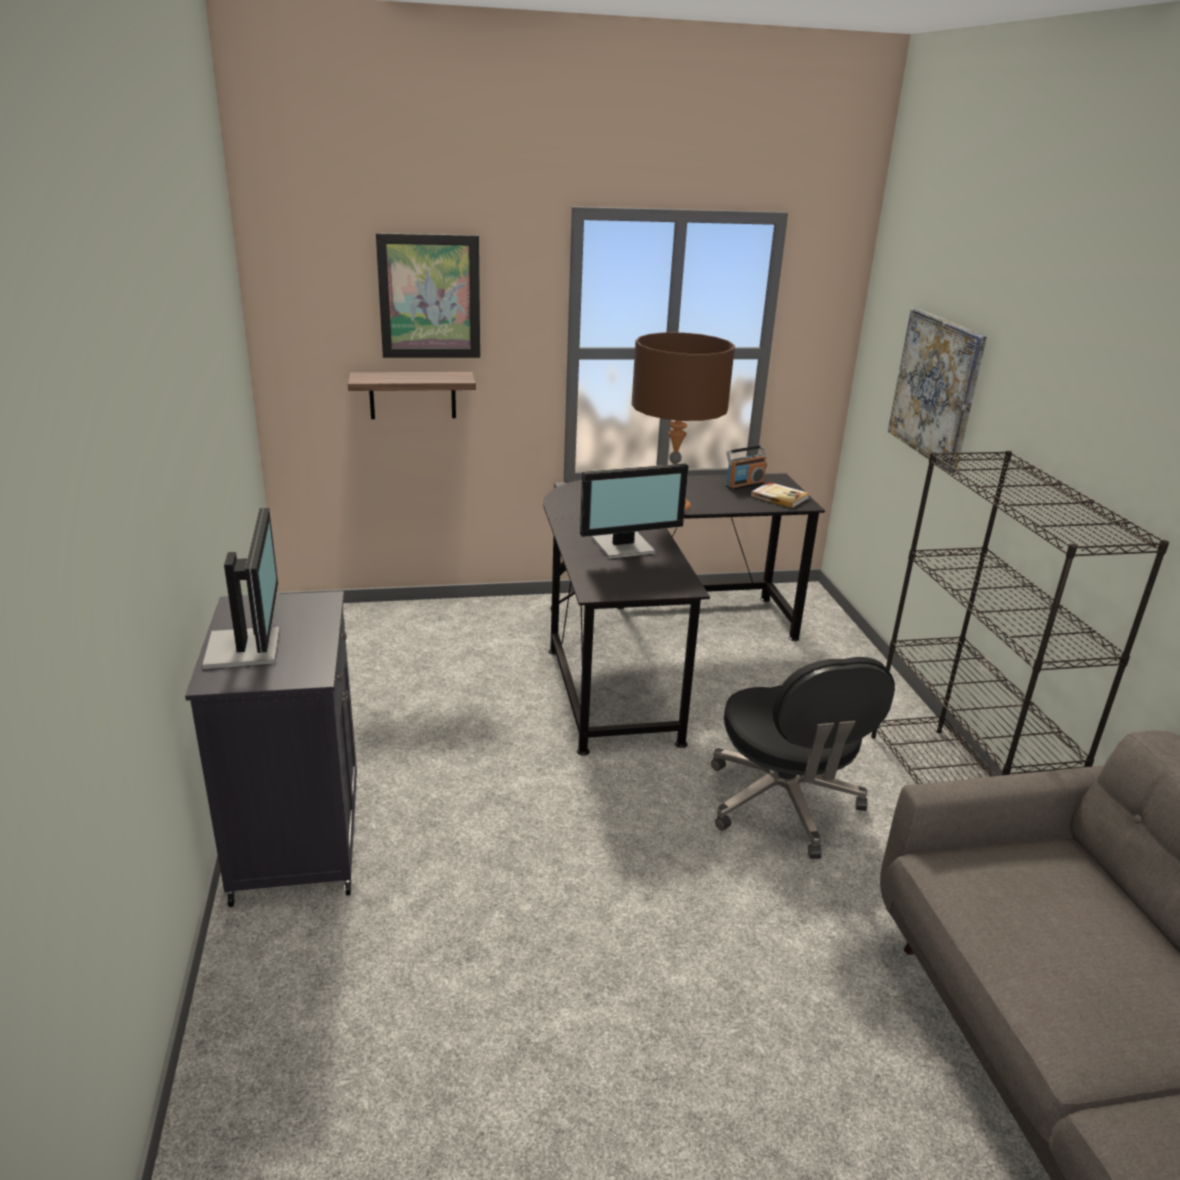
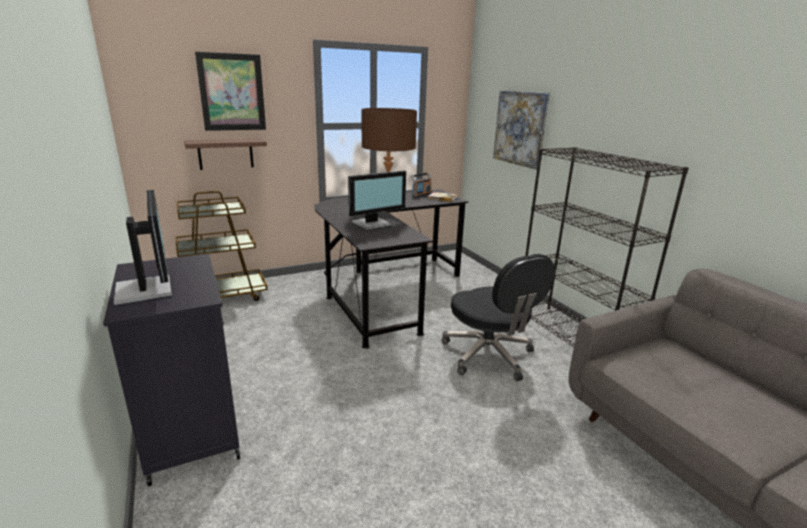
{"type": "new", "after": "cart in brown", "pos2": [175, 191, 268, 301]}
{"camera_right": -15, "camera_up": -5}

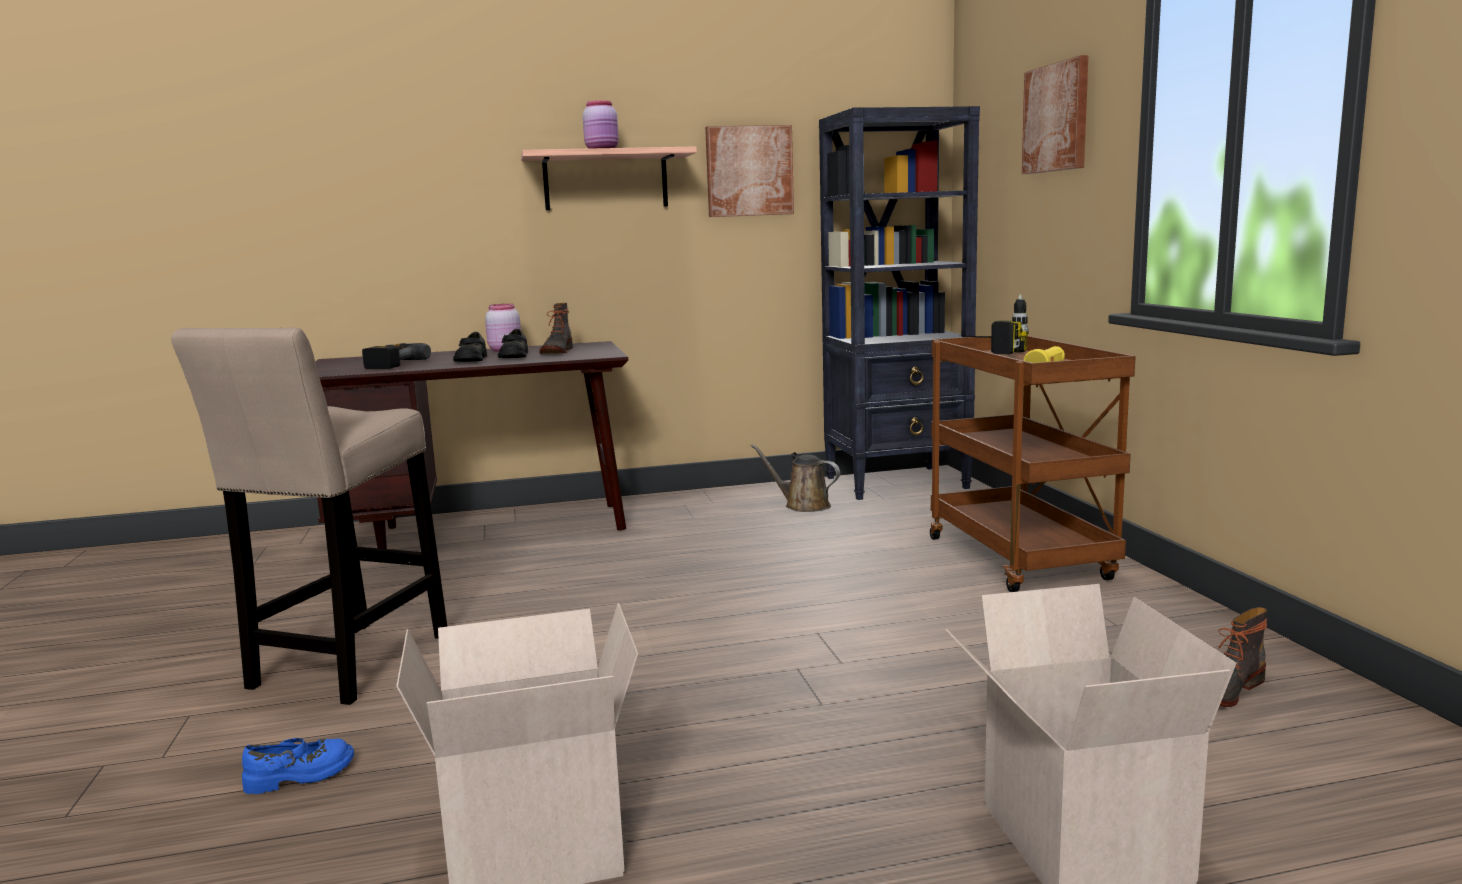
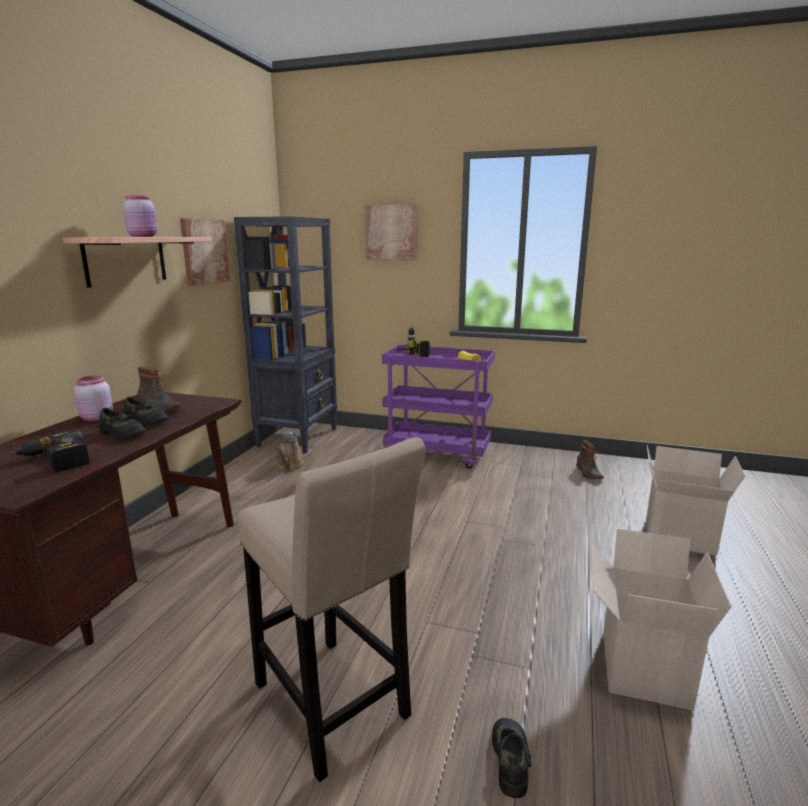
{"type": "repainted", "before": "shoe in blue", "after": "shoe in black", "pos1": [242, 738, 354, 794], "pos2": [492, 718, 531, 798]}
{"type": "rotated", "before": "watering can in brown", "pos1": [751, 444, 840, 512], "pos2": [275, 432, 304, 471], "turn": -60}
{"type": "repainted", "before": "cart in brown", "after": "cart in purple", "pos1": [930, 335, 1136, 592], "pos2": [382, 345, 495, 469]}
{"camera_right": -60, "camera_up": 5}

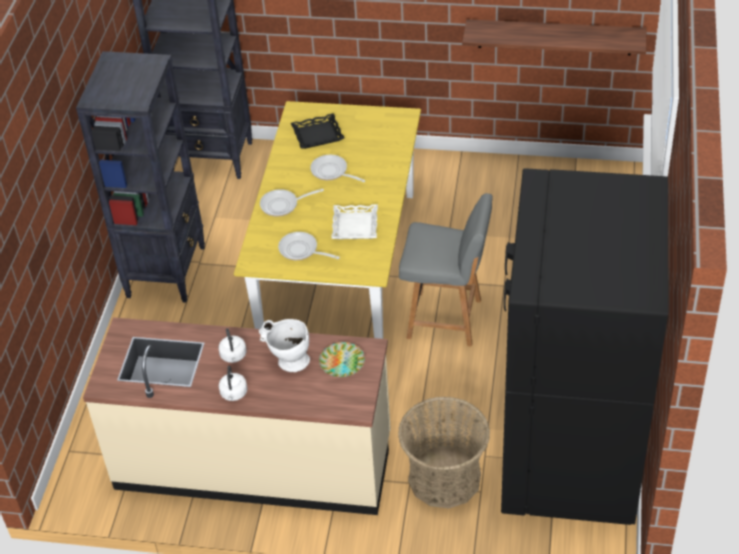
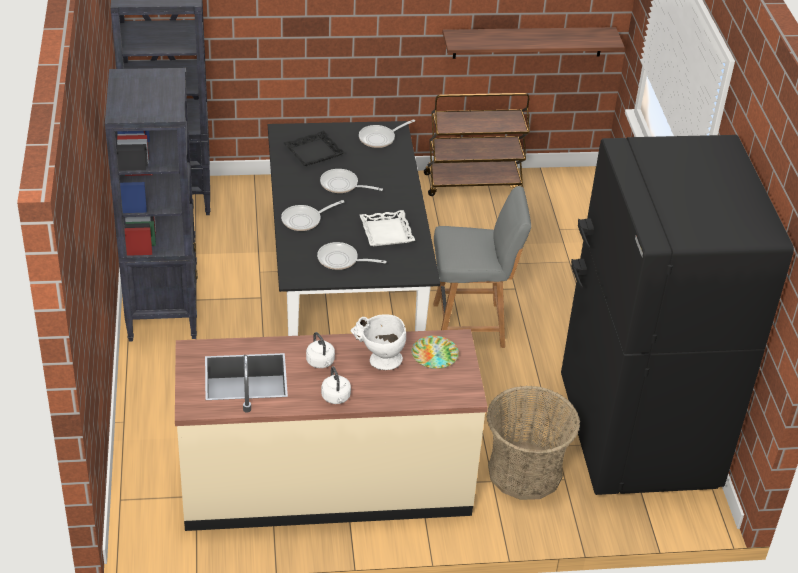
{"type": "repainted", "before": "dining table in yellow", "after": "dining table in black", "pos1": [234, 101, 421, 339], "pos2": [268, 121, 440, 336]}
{"type": "new", "after": "frying pan", "pos2": [359, 119, 415, 148]}
{"type": "new", "after": "cart in brown", "pos2": [424, 93, 530, 196]}
{"camera_right": -20, "camera_up": -5}

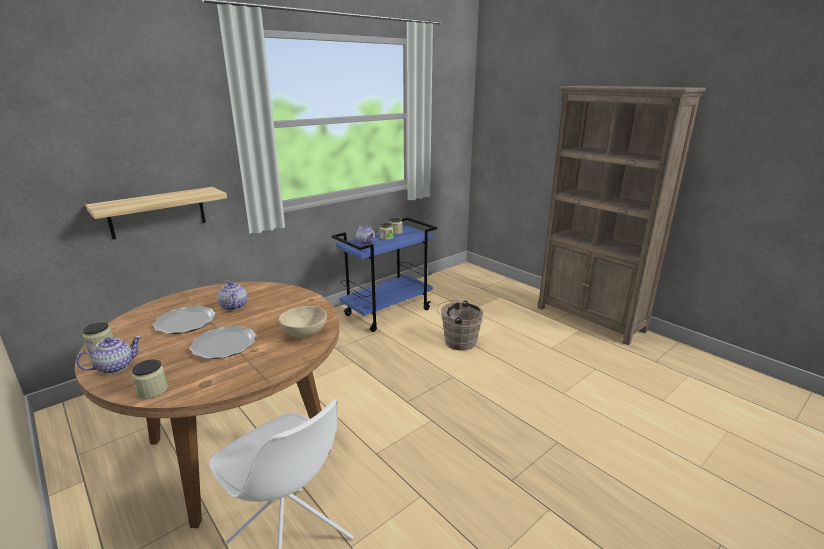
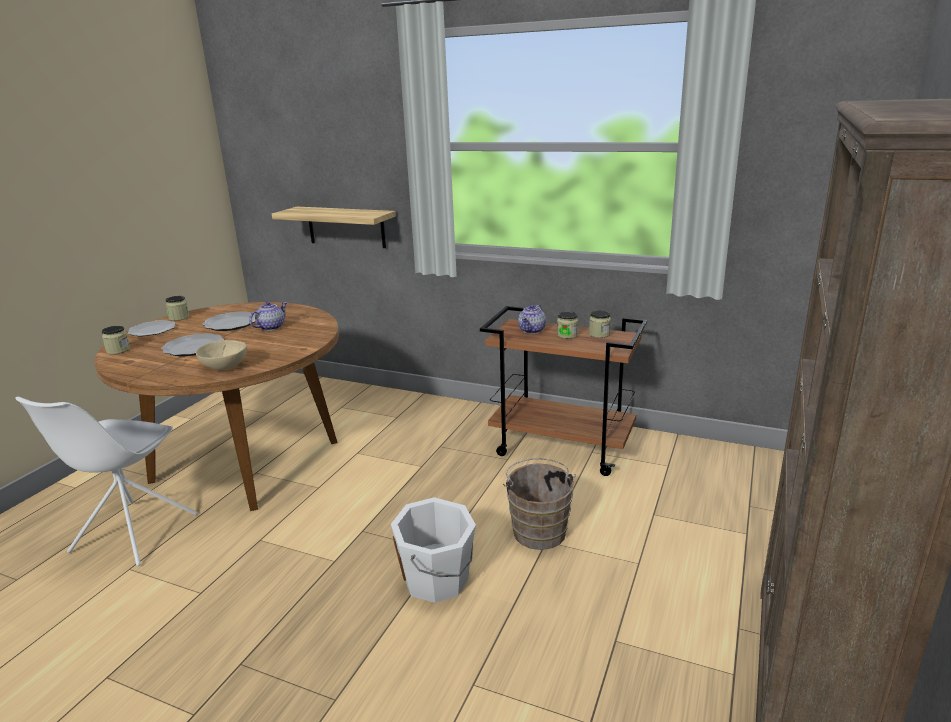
{"type": "swapped", "before": "teapot", "after": "plate", "pos1": [76, 336, 142, 374], "pos2": [128, 320, 175, 337]}
{"type": "repainted", "before": "cart in blue", "after": "cart in brown", "pos1": [332, 217, 437, 332], "pos2": [480, 306, 647, 476]}
{"type": "new", "after": "bucket in white", "pos2": [391, 497, 476, 603]}
{"camera_right": 65, "camera_up": 0}

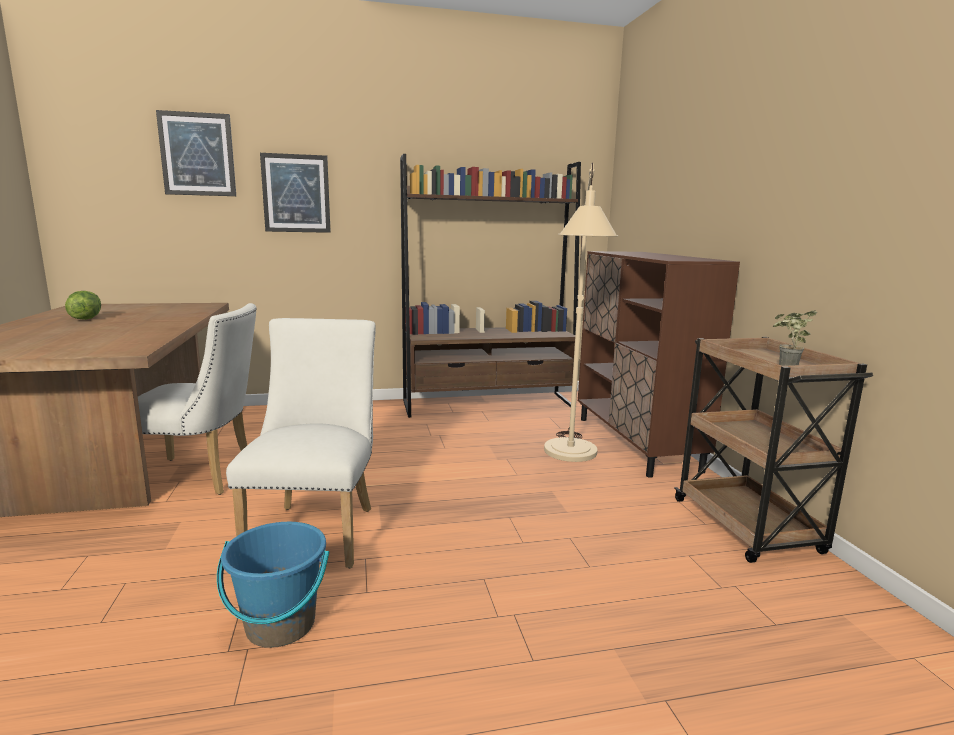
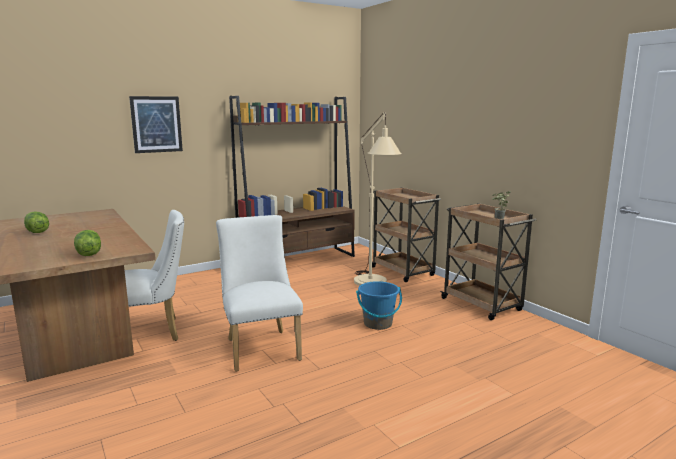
{"type": "gone", "before": "picture", "pos1": [156, 110, 236, 196]}
{"type": "shifted", "before": "bucket in blue", "pos1": [217, 522, 329, 648], "pos2": [356, 281, 402, 330]}
{"type": "swapped", "before": "cabinet in brown", "after": "cart in brown", "pos1": [578, 251, 740, 478], "pos2": [372, 187, 441, 282]}
{"type": "new", "after": "lettuce", "pos2": [74, 230, 101, 256]}
{"camera_right": -20, "camera_up": 0}

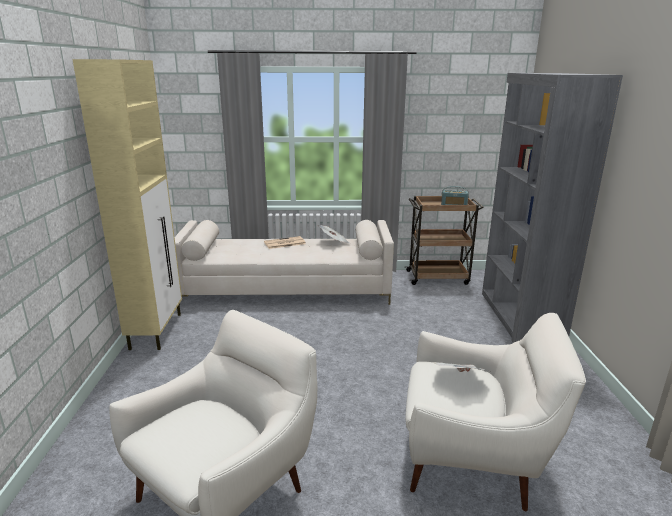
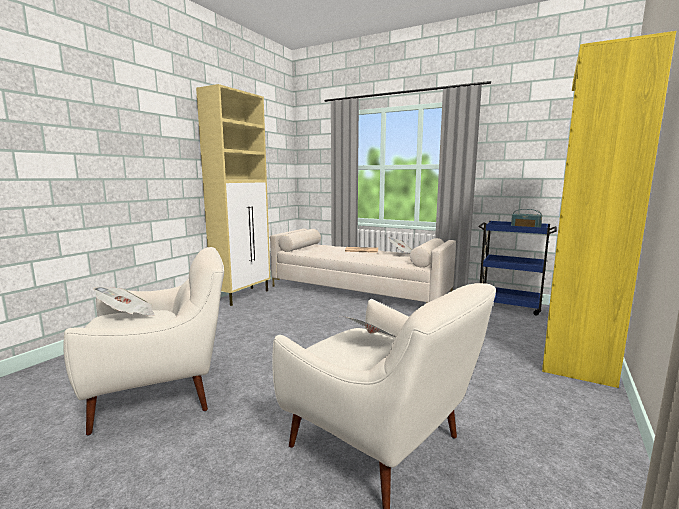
{"type": "repainted", "before": "cart in brown", "after": "cart in blue", "pos1": [406, 196, 484, 285], "pos2": [478, 221, 557, 316]}
{"type": "repainted", "before": "bookcase in grey", "after": "bookcase in yellow", "pos1": [482, 73, 623, 343], "pos2": [542, 31, 676, 388]}
{"type": "new", "after": "newspaper", "pos2": [93, 287, 155, 316]}
{"camera_right": 30, "camera_up": -10}

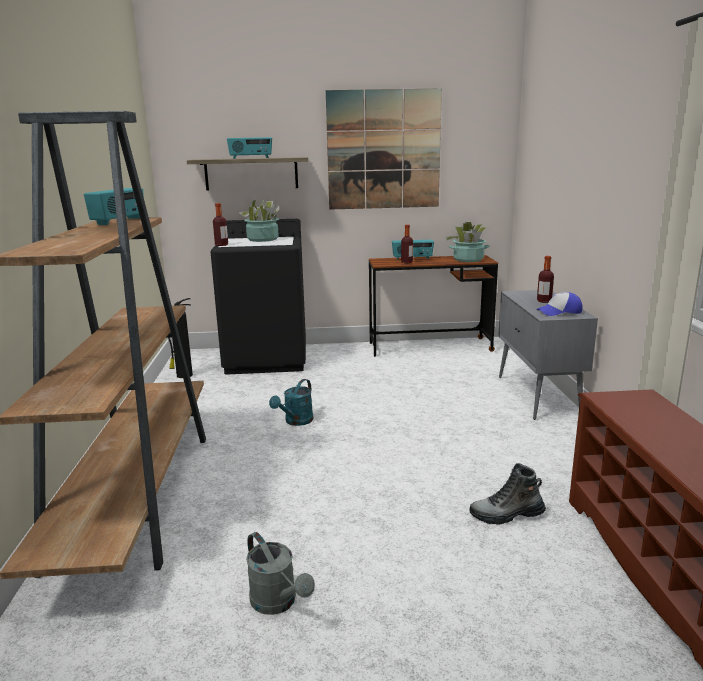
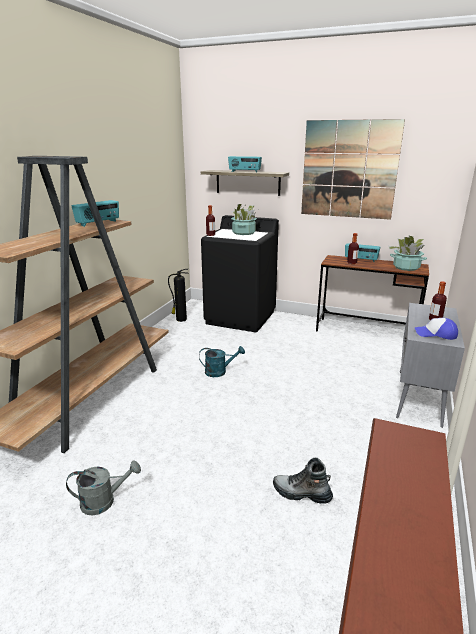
{"type": "rotated", "before": "watering can in grey", "pos1": [246, 532, 315, 615], "pos2": [66, 460, 141, 516], "turn": -90}
{"type": "rotated", "before": "watering can in turquoise", "pos1": [269, 379, 314, 426], "pos2": [199, 346, 245, 377], "turn": -150}
{"camera_right": 25, "camera_up": 5}

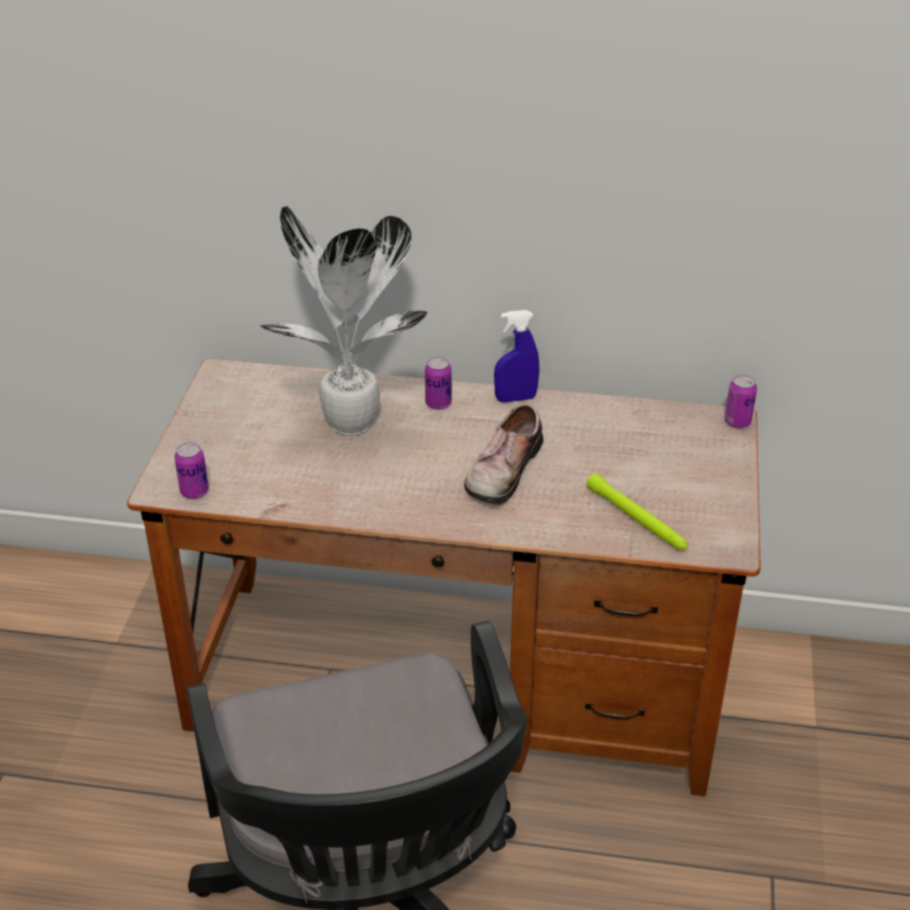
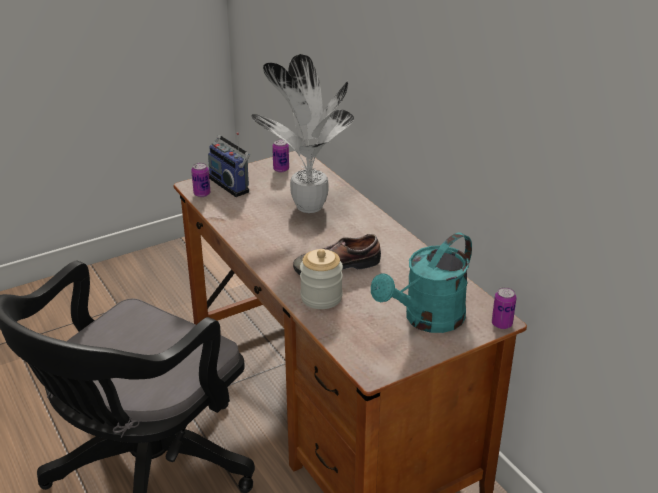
{"type": "shifted", "before": "can", "pos1": [425, 357, 452, 410], "pos2": [272, 139, 289, 172]}
{"type": "gone", "before": "spray bottle in blue", "pos1": [494, 310, 539, 403]}
{"type": "gone", "before": "flashlight in green", "pos1": [586, 474, 687, 550]}
{"type": "new", "after": "radio", "pos2": [208, 132, 250, 197]}
{"type": "new", "after": "jar", "pos2": [300, 249, 343, 309]}
{"type": "new", "after": "watering can in turquoise", "pos2": [371, 233, 472, 333]}
{"camera_right": 50, "camera_up": -5}

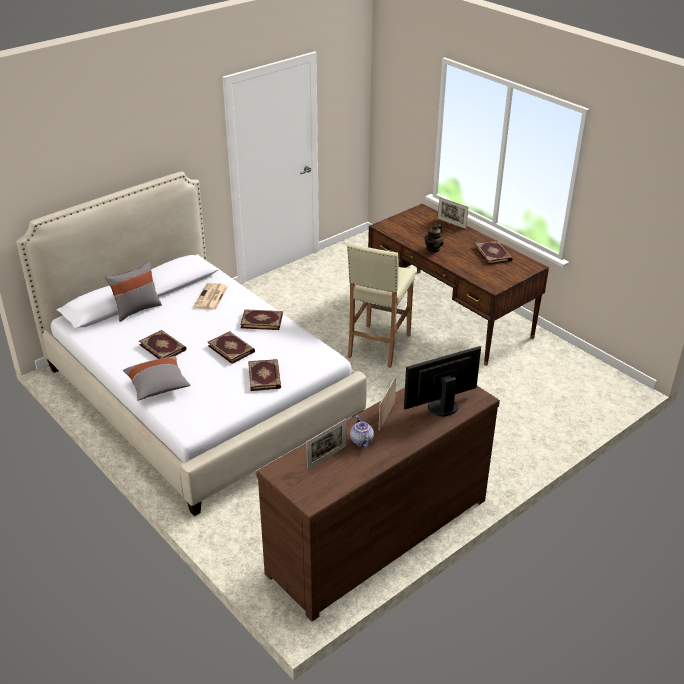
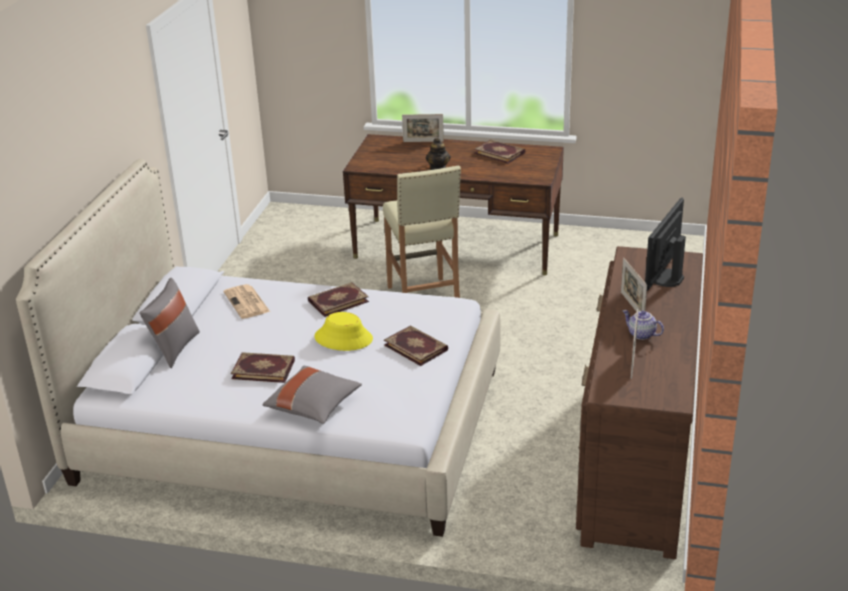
{"type": "swapped", "before": "book", "after": "hat in yellow", "pos1": [207, 331, 255, 364], "pos2": [314, 312, 373, 351]}
{"camera_right": -35, "camera_up": -5}

